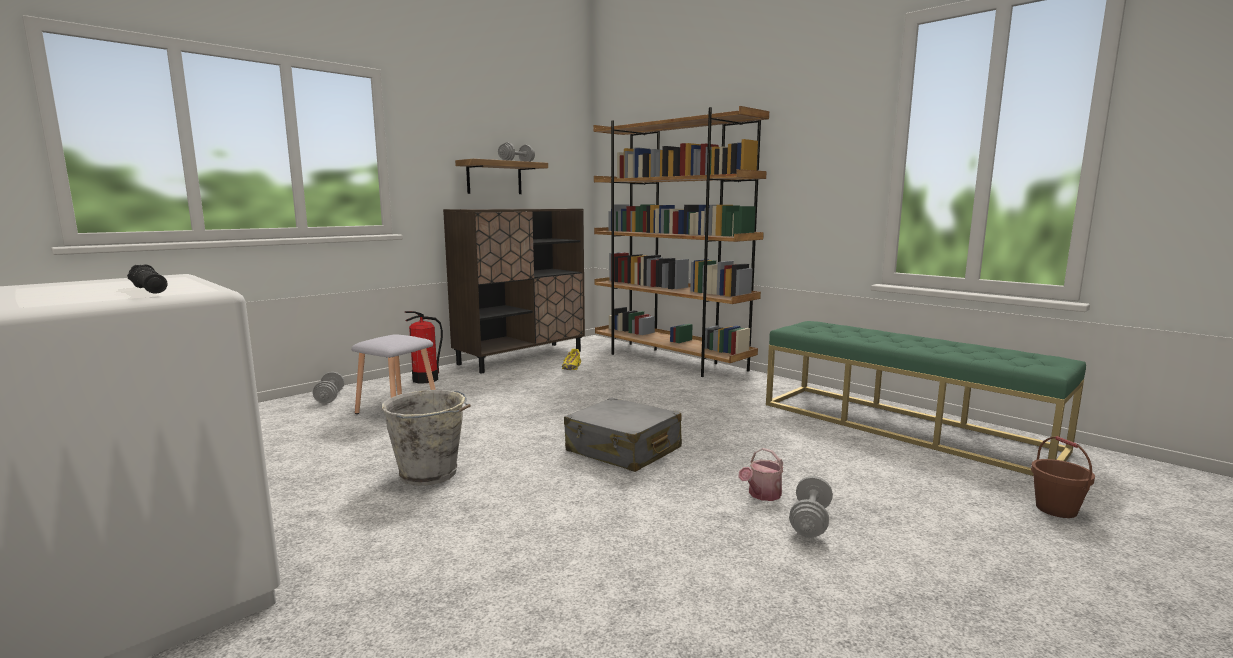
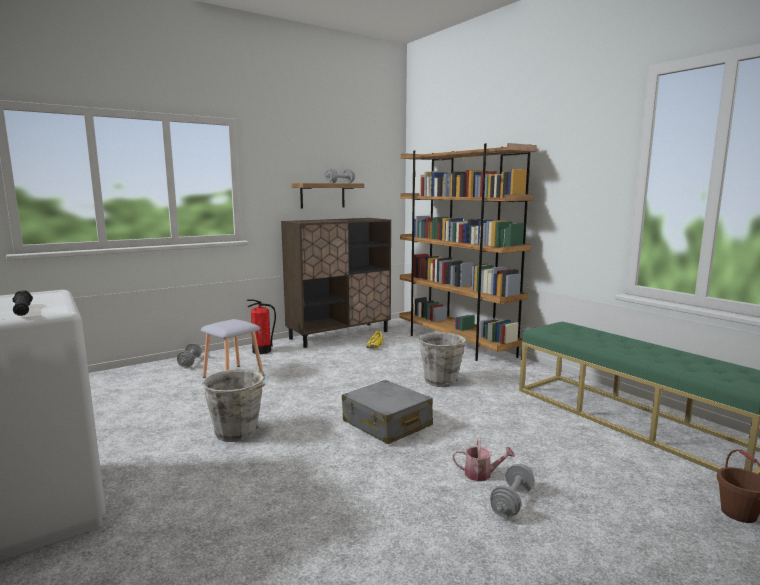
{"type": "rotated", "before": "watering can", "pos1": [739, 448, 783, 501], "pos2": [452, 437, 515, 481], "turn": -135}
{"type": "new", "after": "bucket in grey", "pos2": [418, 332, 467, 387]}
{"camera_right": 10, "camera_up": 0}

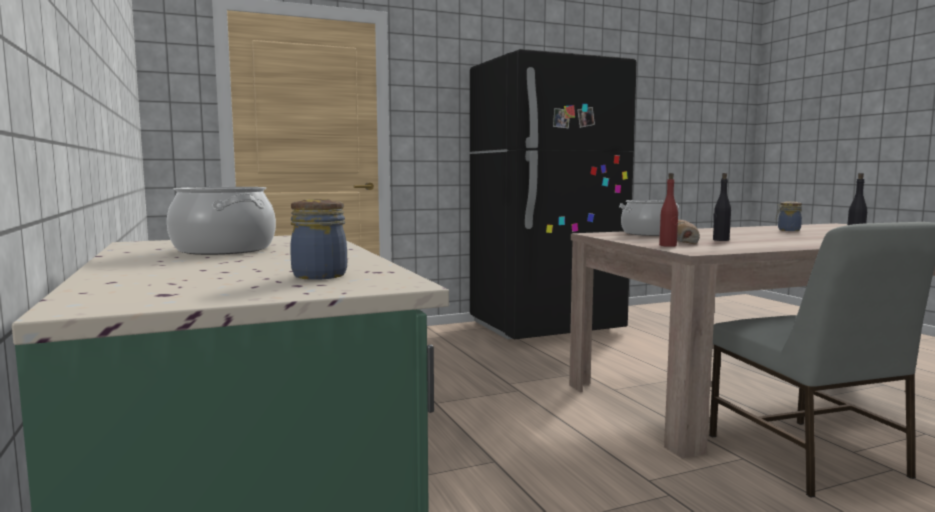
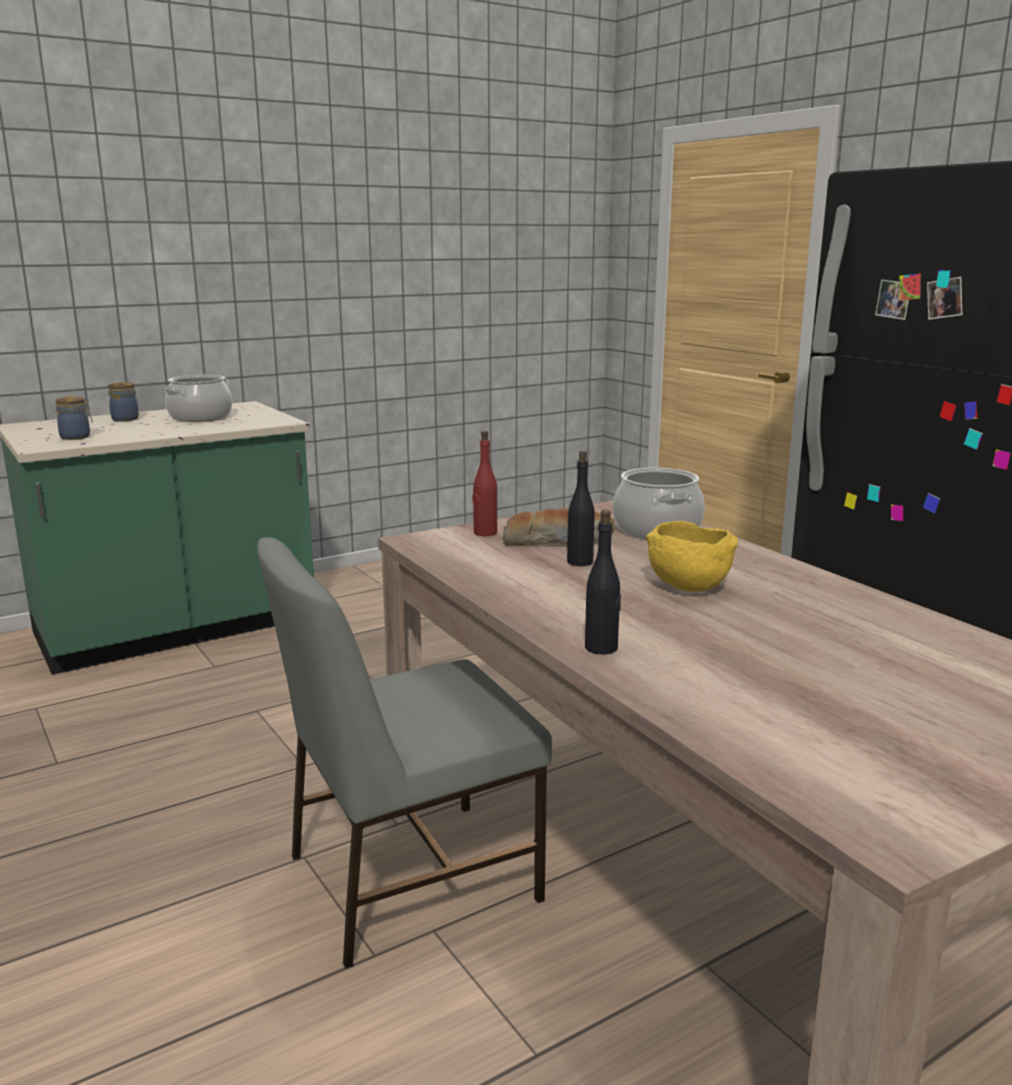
{"type": "shifted", "before": "jar", "pos1": [776, 201, 802, 231], "pos2": [108, 382, 139, 421]}
{"type": "new", "after": "bowl in yellow", "pos2": [646, 521, 738, 592]}
{"camera_right": 80, "camera_up": 10}

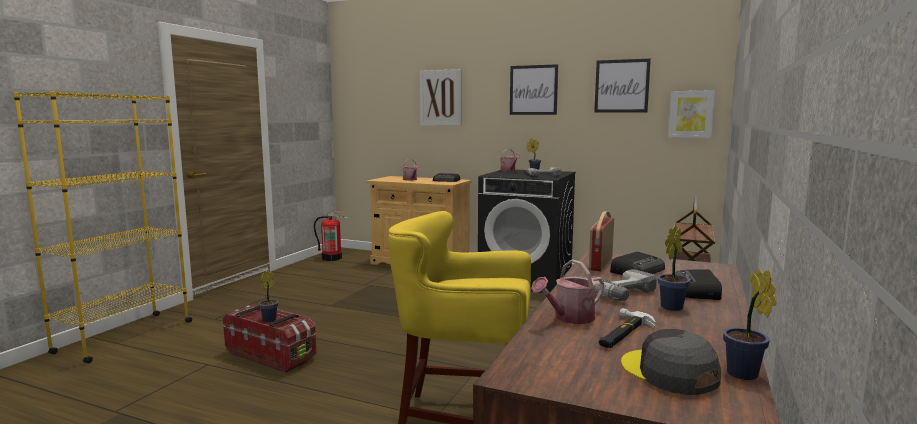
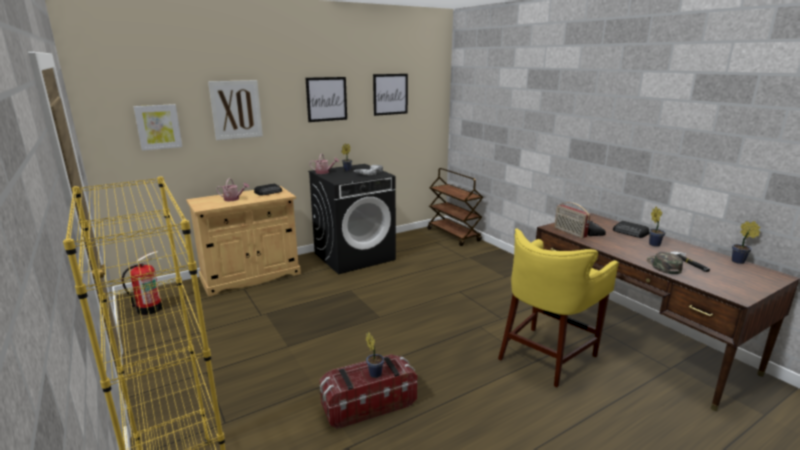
{"type": "swapped", "before": "watering can", "after": "cap in green", "pos1": [531, 260, 604, 324], "pos2": [647, 252, 683, 274]}
{"type": "gone", "before": "power drill", "pos1": [578, 269, 657, 301]}
{"type": "gone", "before": "cap in grey", "pos1": [621, 329, 721, 395]}
{"type": "shifted", "before": "picture", "pos1": [668, 90, 715, 138], "pos2": [133, 104, 182, 151]}
{"camera_right": -55, "camera_up": 10}

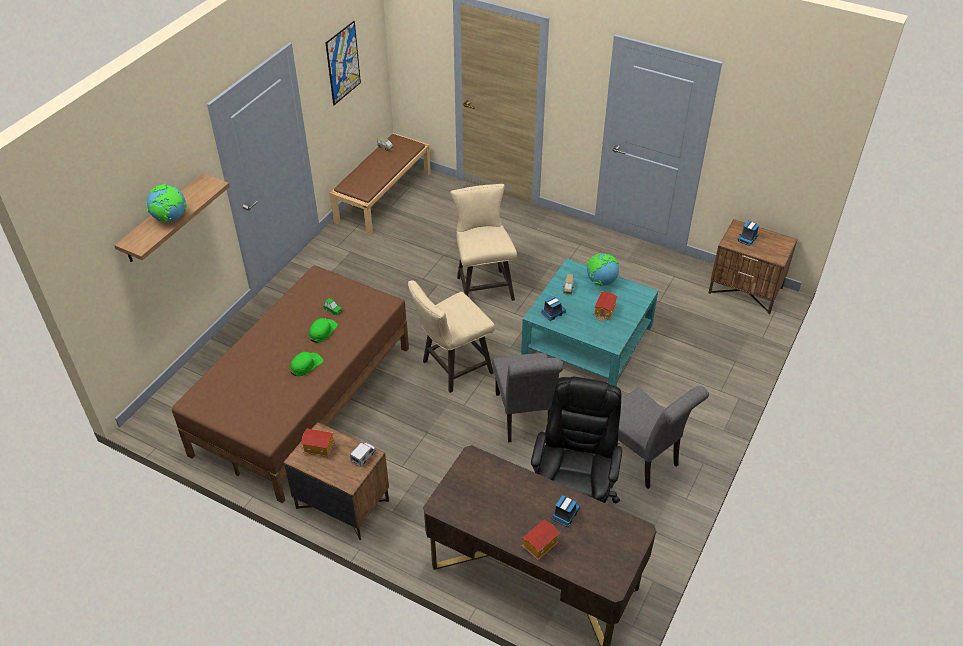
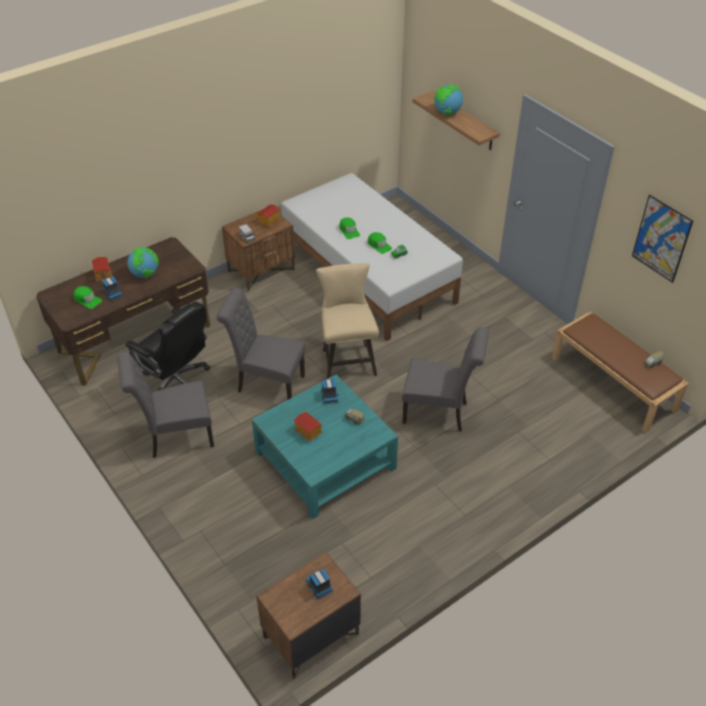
{"type": "repainted", "before": "bed in brown", "after": "bed in white", "pos1": [172, 265, 409, 503], "pos2": [281, 173, 463, 341]}
{"type": "swapped", "before": "stool in beige", "after": "chair in grey", "pos1": [450, 184, 517, 301], "pos2": [402, 327, 489, 432]}
{"type": "shifted", "before": "globe", "pos1": [587, 253, 619, 286], "pos2": [127, 247, 159, 278]}
{"type": "new", "after": "cap in green", "pos2": [73, 286, 102, 309]}
{"camera_right": 115, "camera_up": 0}

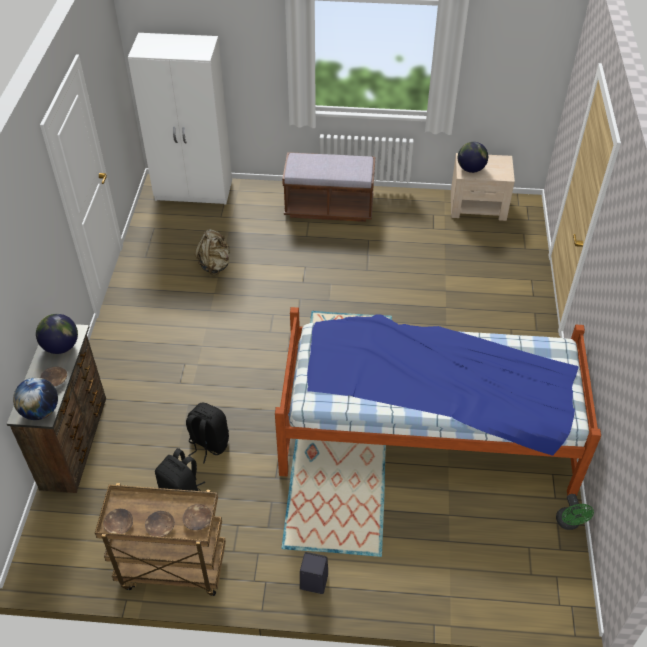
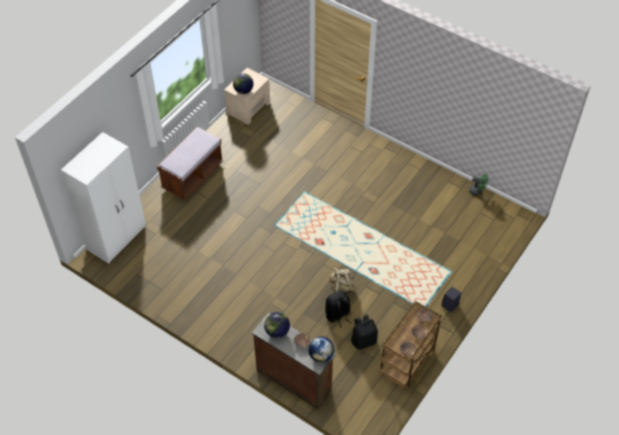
{"type": "shifted", "before": "backpack in beige", "pos1": [195, 229, 230, 275], "pos2": [330, 267, 356, 295]}
{"type": "gone", "before": "bed", "pos1": [275, 307, 601, 496]}
{"camera_right": -60, "camera_up": 5}

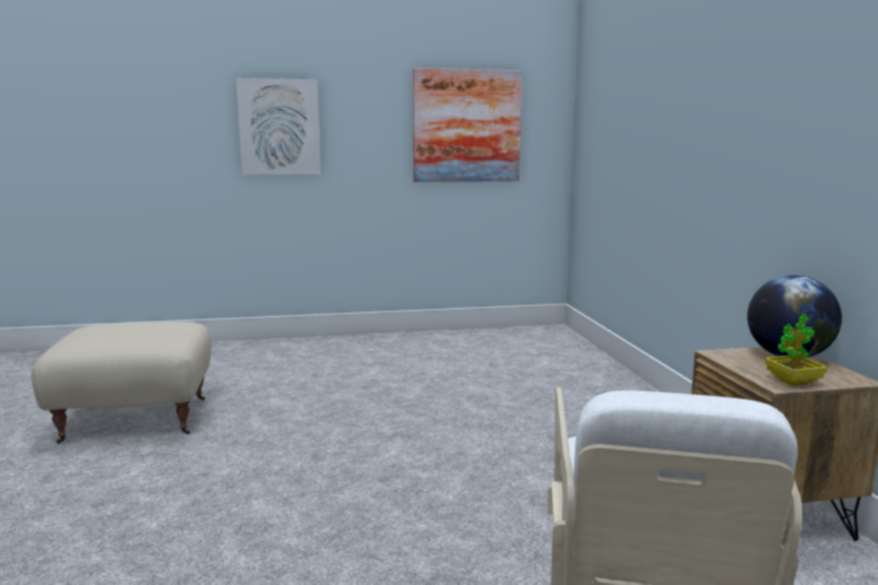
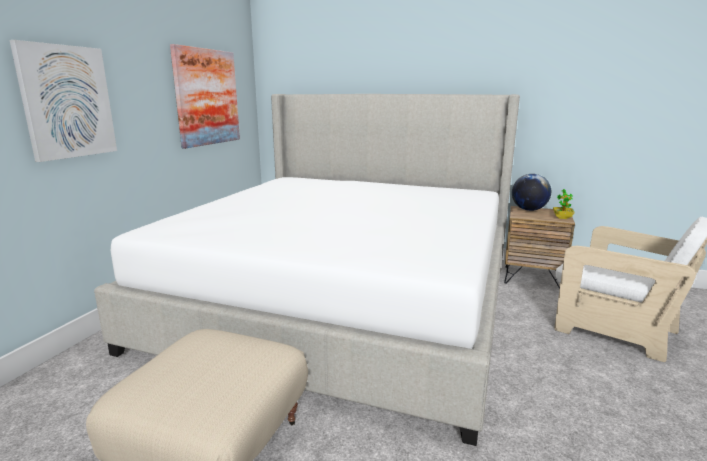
{"type": "new", "after": "bed", "pos2": [94, 94, 520, 446]}
{"camera_right": -60, "camera_up": 5}

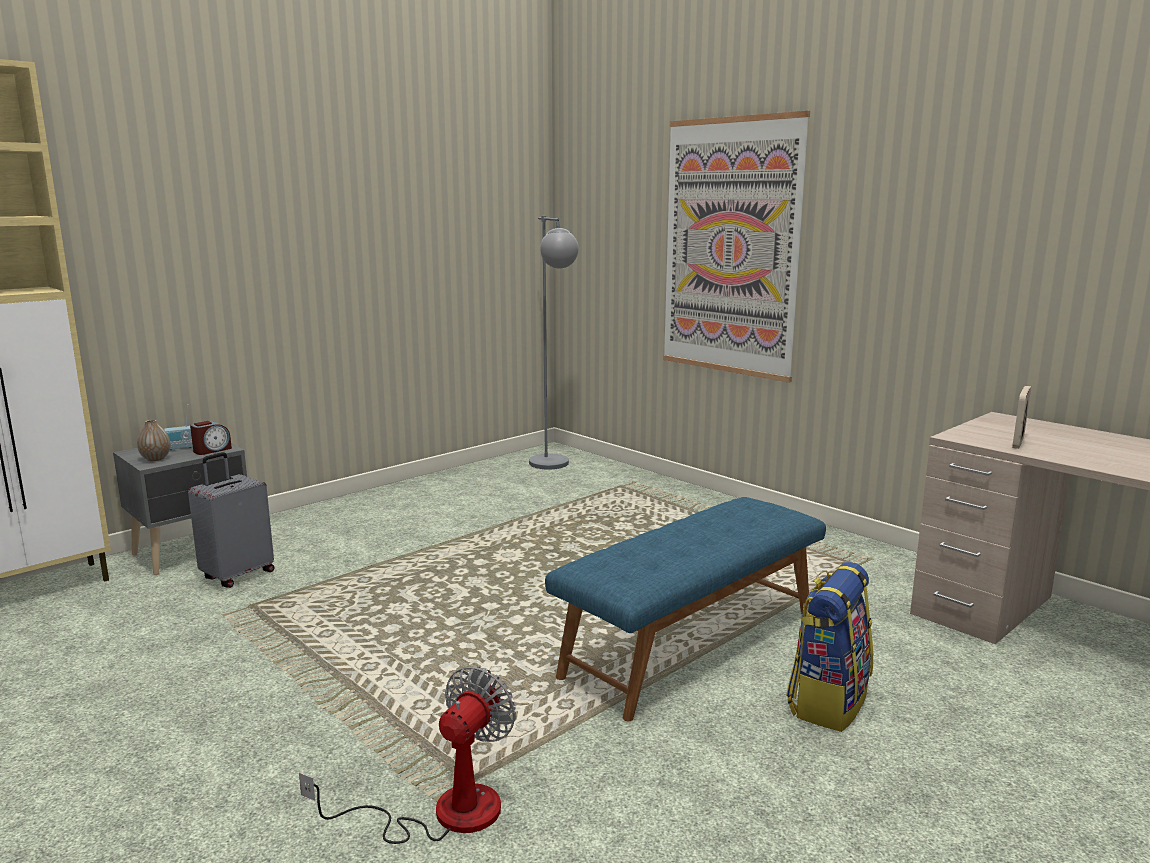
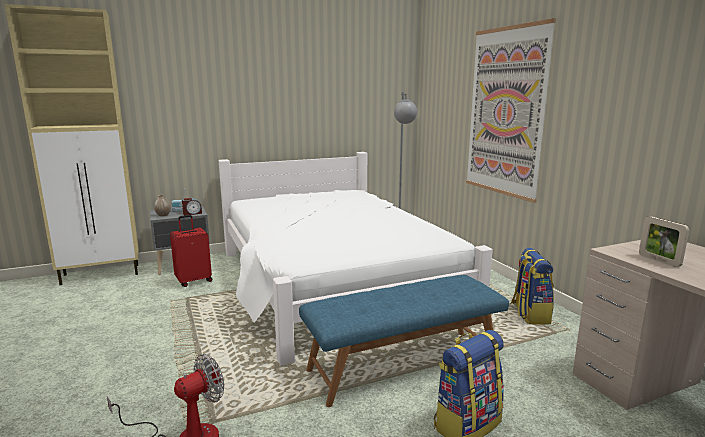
{"type": "repainted", "before": "suitcase in grey", "after": "suitcase in red", "pos1": [188, 452, 274, 588], "pos2": [170, 215, 212, 287]}
{"type": "rotated", "before": "picture frame", "pos1": [1012, 386, 1031, 449], "pos2": [639, 216, 689, 267], "turn": -75}
{"type": "new", "after": "bed in white", "pos2": [219, 152, 493, 366]}
{"type": "new", "after": "backpack", "pos2": [511, 248, 554, 325]}
{"camera_right": 20, "camera_up": 0}

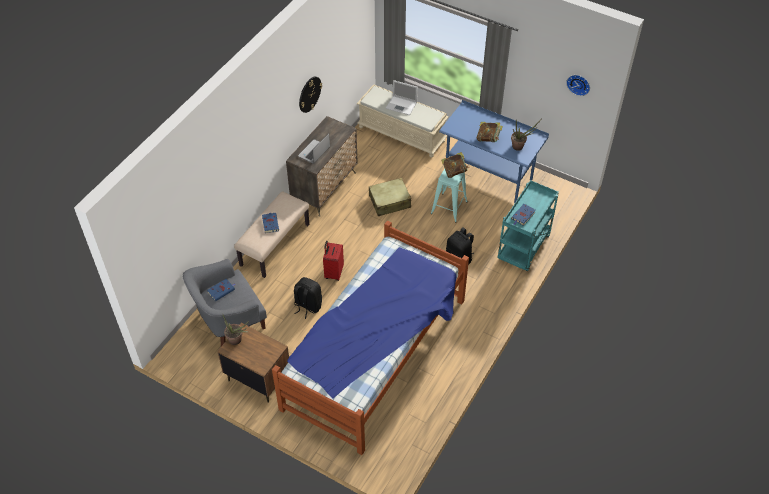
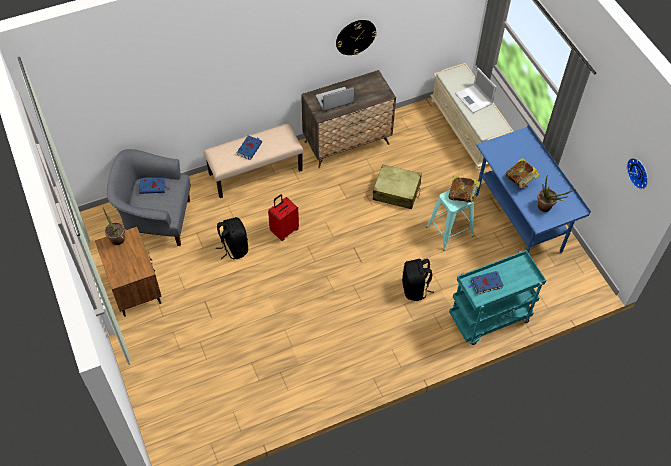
{"type": "gone", "before": "bed", "pos1": [272, 221, 469, 455]}
{"camera_right": 35, "camera_up": 5}

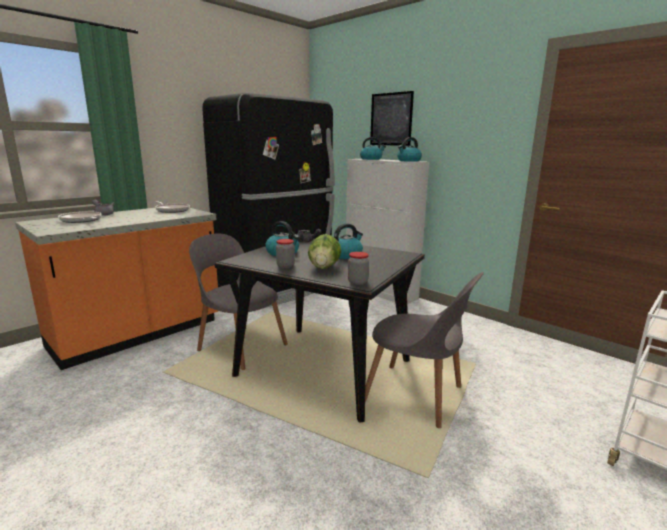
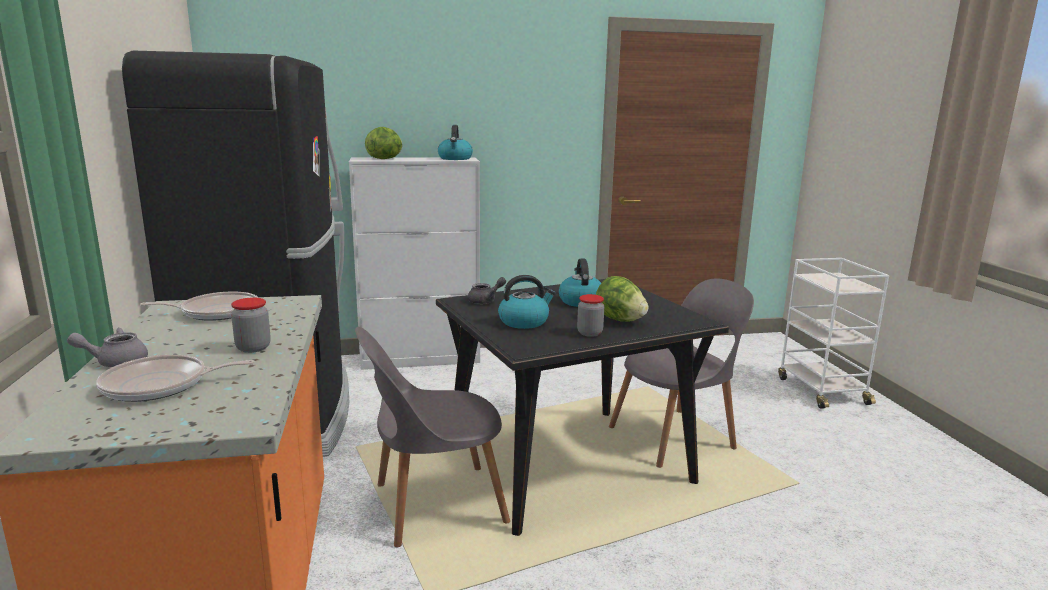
{"type": "shifted", "before": "jar", "pos1": [348, 252, 369, 285], "pos2": [231, 298, 271, 353]}
{"type": "swapped", "before": "kettle", "after": "lettuce", "pos1": [360, 137, 386, 160], "pos2": [365, 127, 402, 159]}
{"type": "gone", "before": "picture", "pos1": [370, 91, 414, 146]}
{"camera_right": -55, "camera_up": 0}

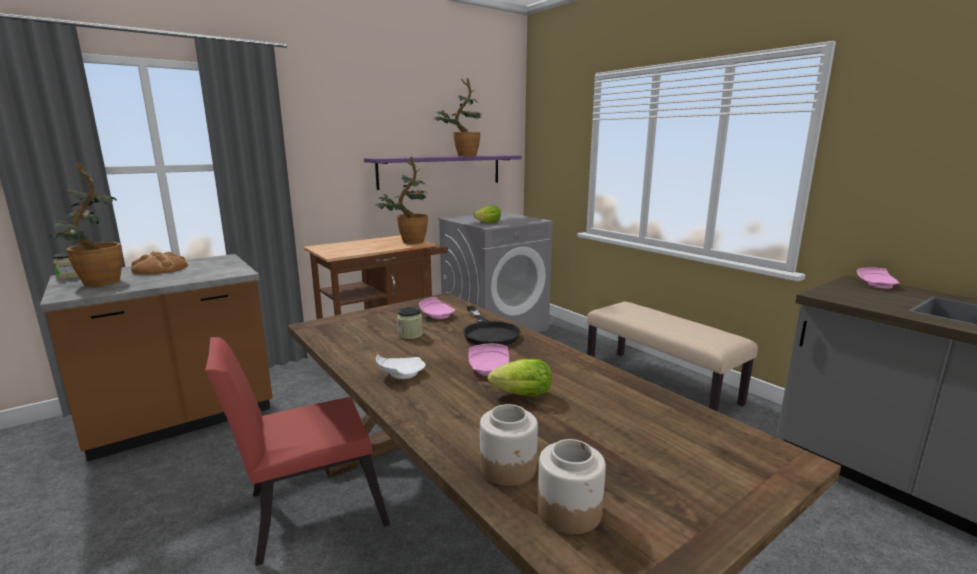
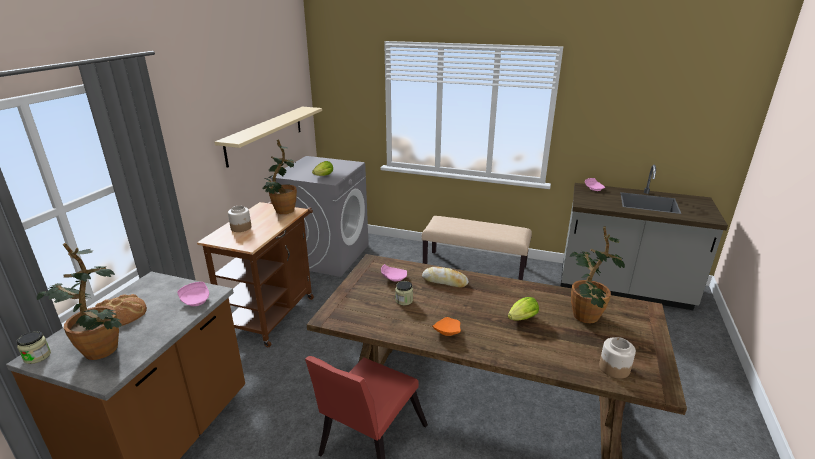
{"type": "repainted", "before": "shelf in purple", "after": "shelf in beige", "pos1": [364, 155, 521, 190], "pos2": [214, 107, 322, 168]}
{"type": "repainted", "before": "plate in white", "after": "plate in orange", "pos1": [376, 355, 425, 379], "pos2": [432, 317, 461, 336]}
{"type": "shifted", "before": "potted plant", "pos1": [433, 78, 482, 157], "pos2": [570, 226, 625, 323]}
{"type": "swapped", "before": "frying pan in black", "after": "bread", "pos1": [463, 306, 521, 346], "pos2": [422, 267, 469, 288]}
{"type": "shifted", "before": "plate in pink", "pos1": [468, 343, 510, 376], "pos2": [177, 282, 209, 306]}
{"type": "shifted", "before": "jar", "pos1": [480, 404, 538, 486], "pos2": [228, 206, 251, 232]}
{"camera_right": -35, "camera_up": 10}

